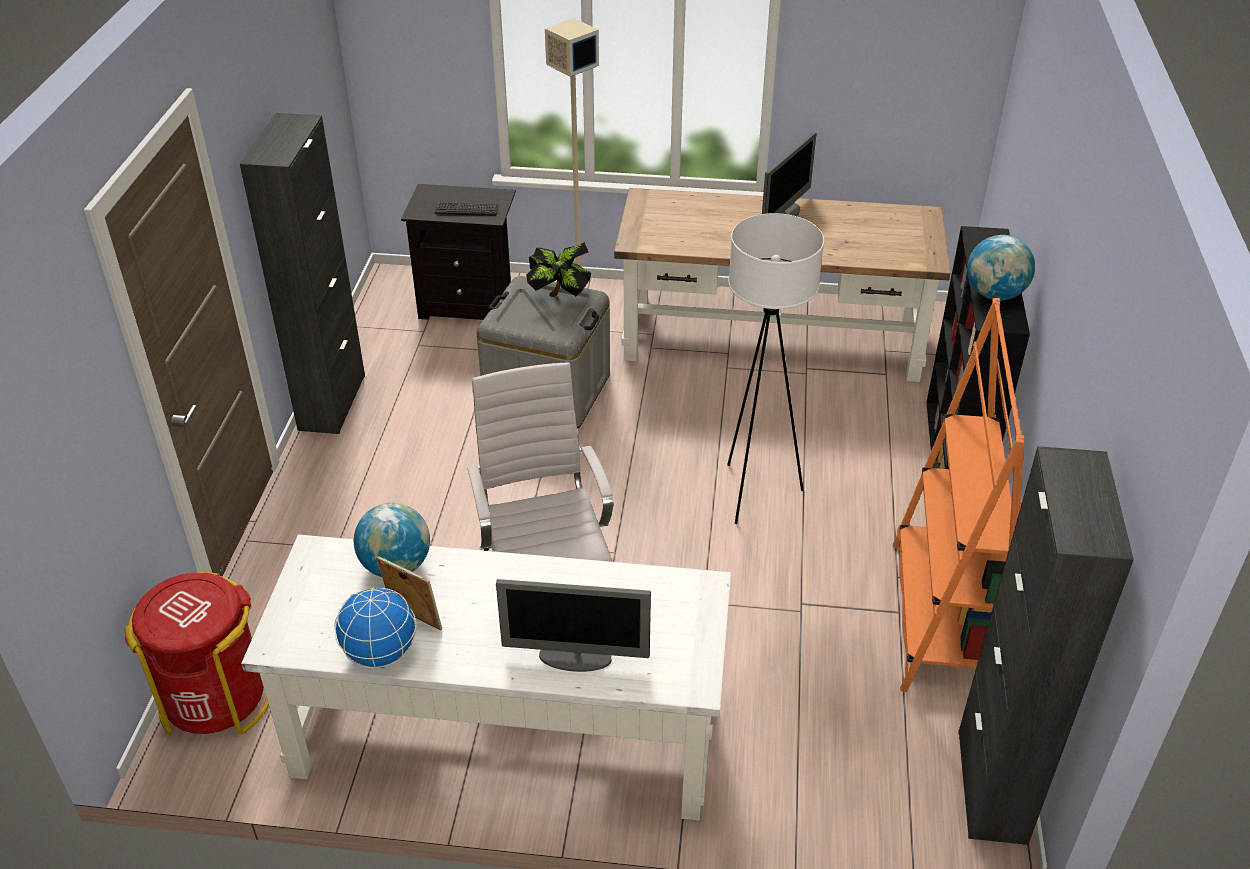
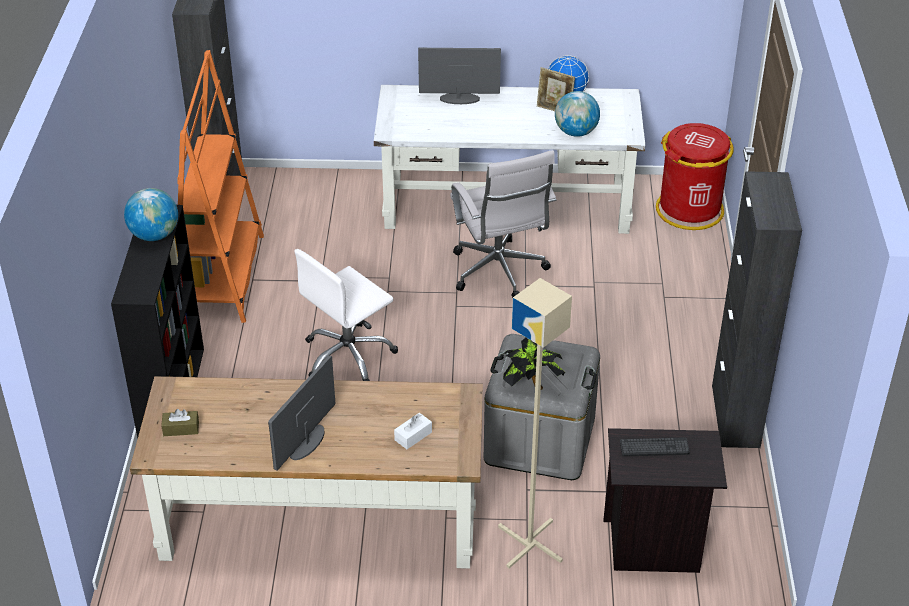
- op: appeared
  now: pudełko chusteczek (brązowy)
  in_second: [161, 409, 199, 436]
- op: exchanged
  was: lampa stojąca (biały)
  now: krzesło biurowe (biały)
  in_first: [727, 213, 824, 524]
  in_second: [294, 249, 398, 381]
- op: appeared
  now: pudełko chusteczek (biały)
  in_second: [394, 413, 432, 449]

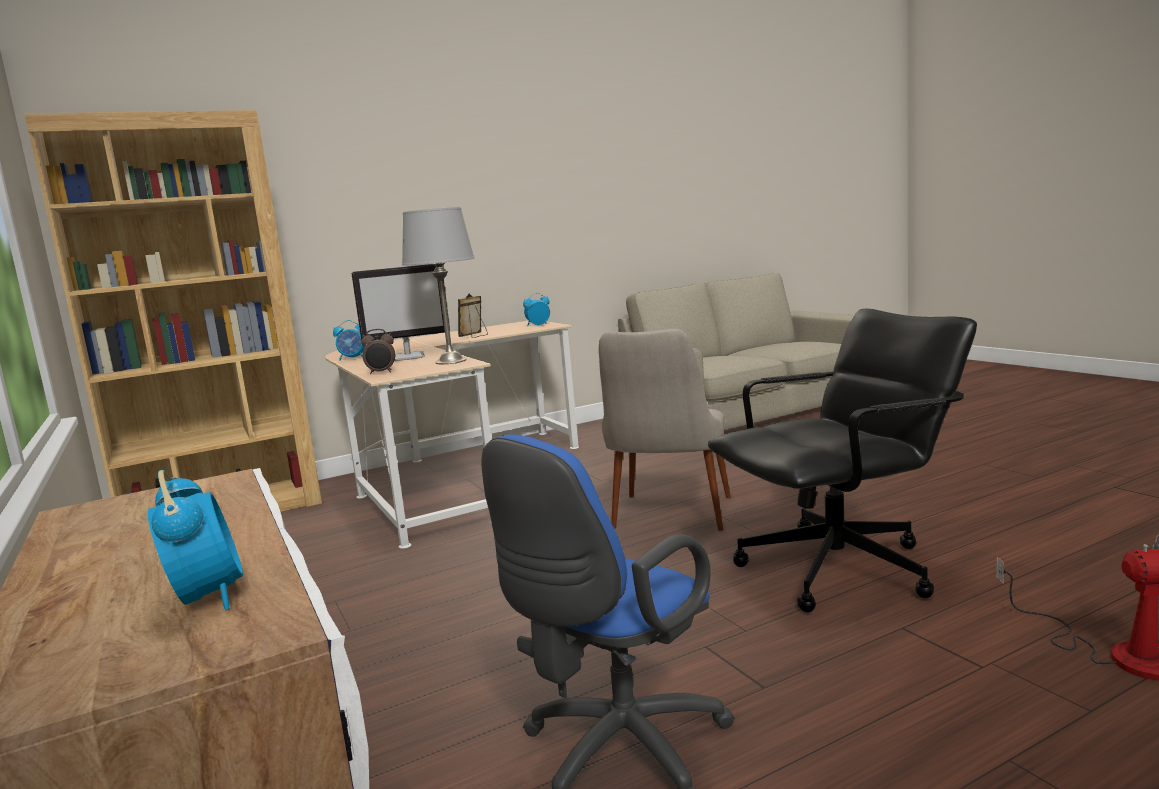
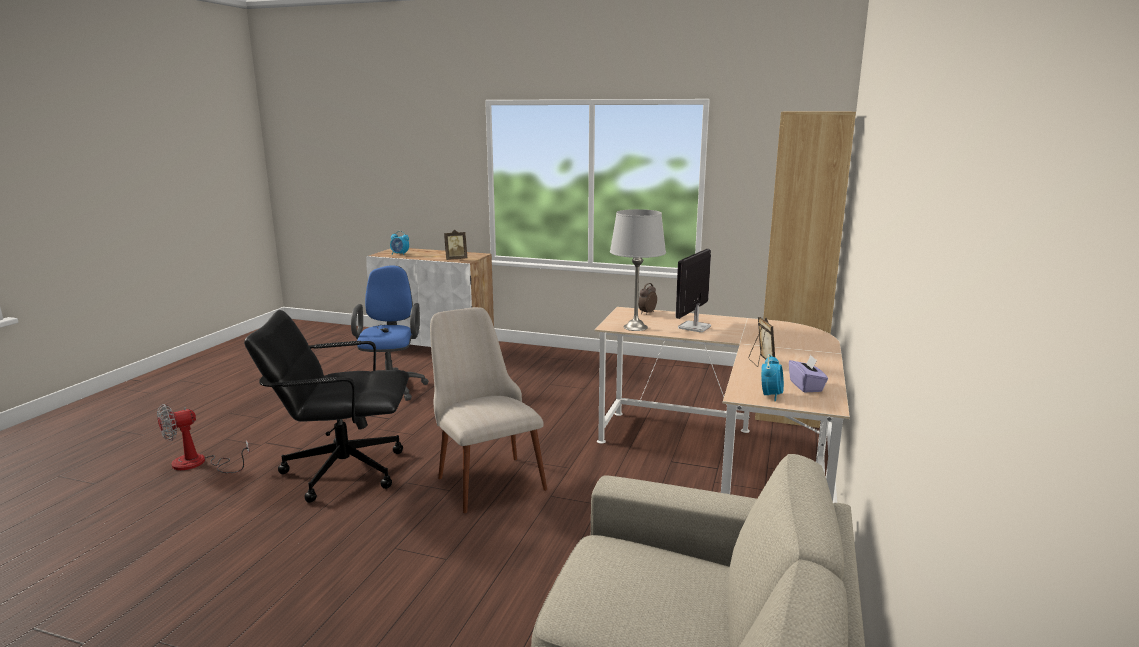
- op: spun
  was: krzesło biurowe (czarny)
  in_first: [708, 309, 977, 613]
  in_second: [244, 310, 409, 503]
  clockwise: 60
- op: appeared
  now: ramka na zdjęcie
  in_second: [444, 230, 467, 260]
- op: appeared
  now: pudełko chusteczek (fioletowy)
  in_second: [789, 355, 828, 392]
- op: missing
  was: budzik
  in_first: [333, 320, 366, 361]

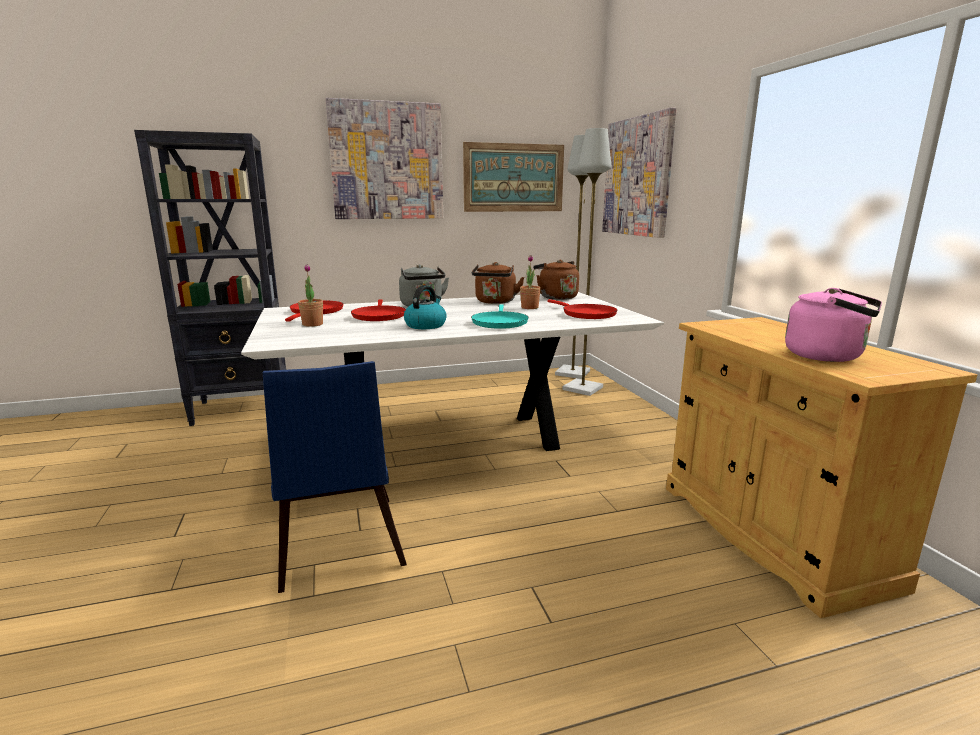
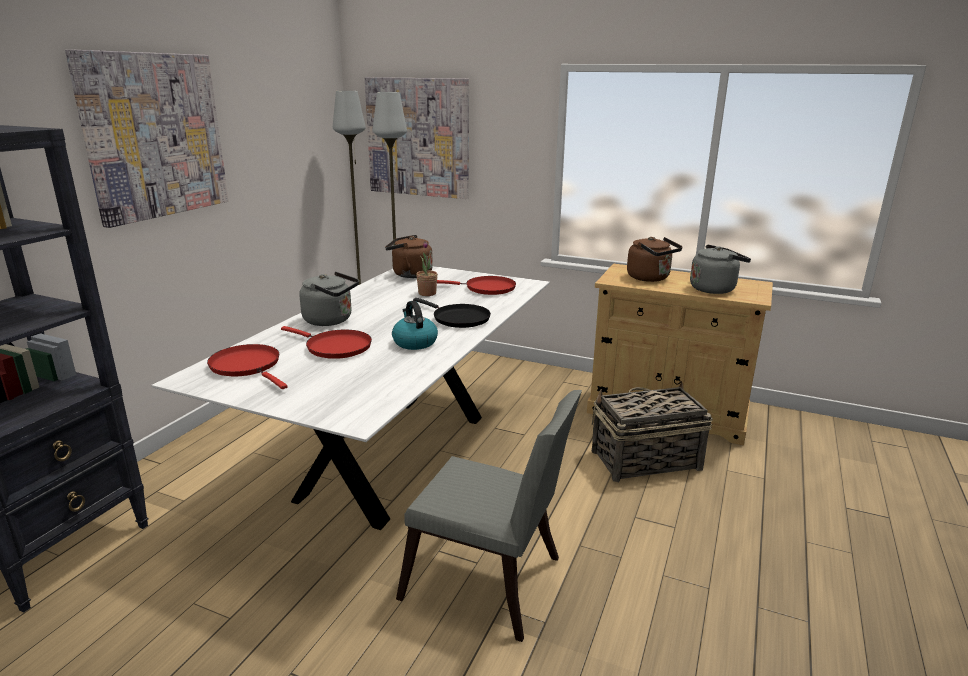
- op: colour
  was: krzesło (niebieski)
  now: krzesło (szary)
  in_first: [263, 361, 407, 593]
  in_second: [396, 390, 582, 642]
- op: colour
  was: patelnia (turkusowy)
  now: patelnia (czarny)
  in_first: [471, 304, 529, 329]
  in_second: [413, 298, 491, 328]
- op: appeared
  now: koszyk
  in_second: [592, 381, 713, 482]
- op: relocated
  was: czajnik (brązowy)
  in_first: [472, 262, 525, 304]
  in_second: [627, 237, 682, 282]
- op: colour
  was: czajnik (różowy)
  now: czajnik (szary)
  in_first: [785, 288, 882, 362]
  in_second: [690, 245, 751, 294]
- op: missing
  was: roślina doniczkowa
  in_first: [298, 264, 323, 327]
- op: missing
  was: obraz
  in_first: [463, 142, 564, 212]

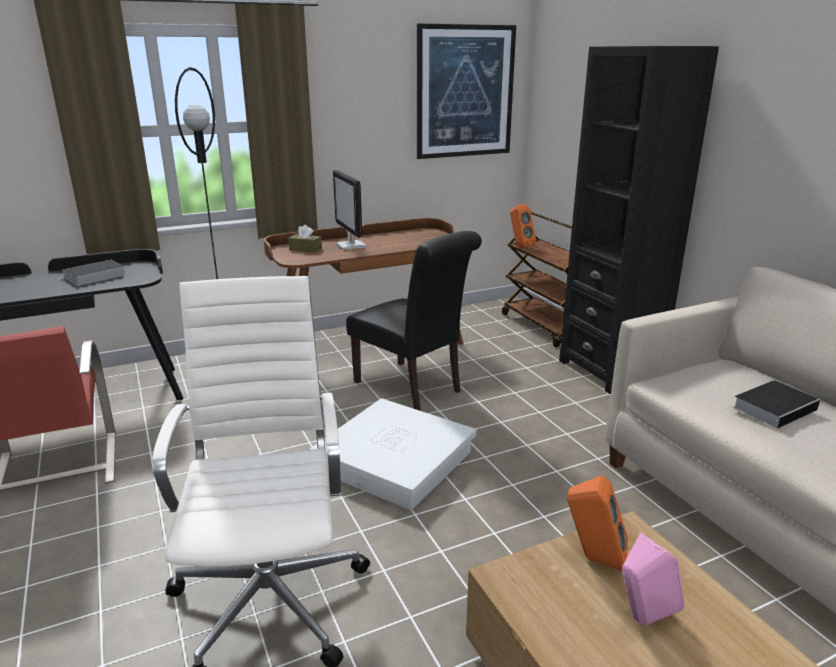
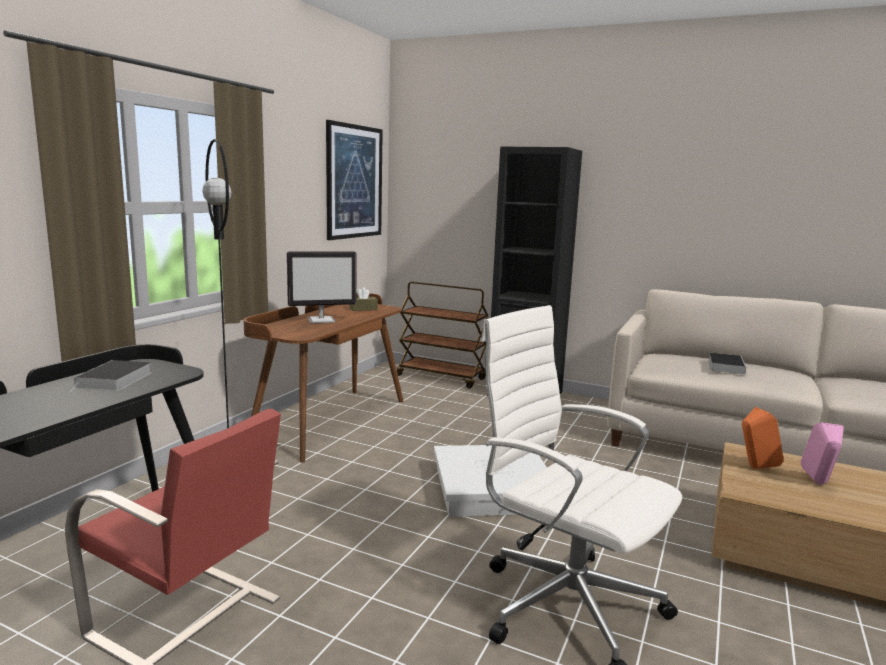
- op: spun
  was: monitor
  in_first: [333, 170, 367, 250]
  in_second: [287, 251, 356, 323]
  clockwise: -45
- op: relocated
  was: pudełko chusteczek (brązowy)
  in_first: [288, 225, 322, 253]
  in_second: [350, 287, 378, 311]
- op: missing
  was: krzesło (czarny)
  in_first: [346, 231, 482, 411]
- op: missing
  was: głośnik (pomarańczowy)
  in_first: [510, 204, 536, 247]

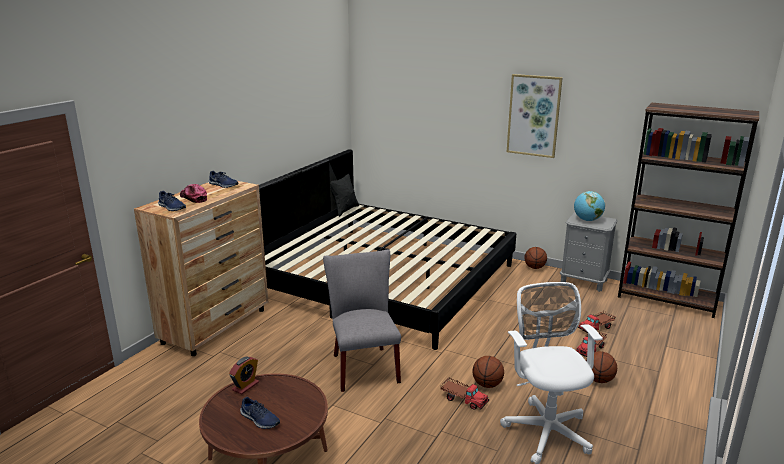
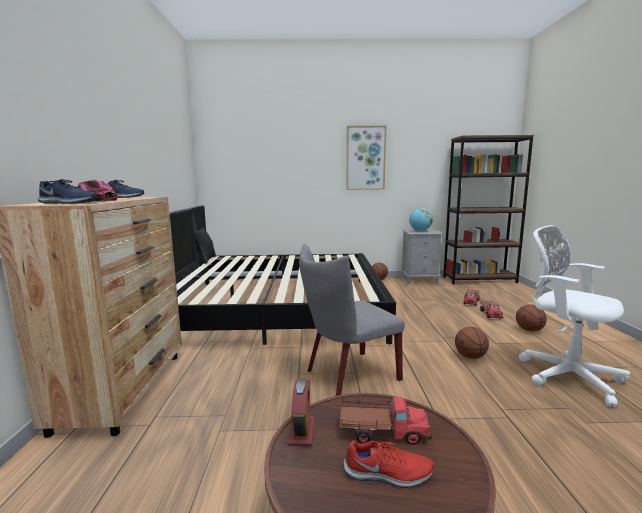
- op: spun
  was: krzesło (szary)
  in_first: [323, 250, 401, 392]
  in_second: [299, 244, 405, 396]
  clockwise: -75
- op: relocated
  was: ciężarówka zabawkowa
  in_first: [440, 377, 489, 410]
  in_second: [340, 397, 432, 445]
- op: colour
  was: but (niebieski)
  now: but (czerwony)
  in_first: [240, 397, 280, 429]
  in_second: [343, 440, 434, 488]

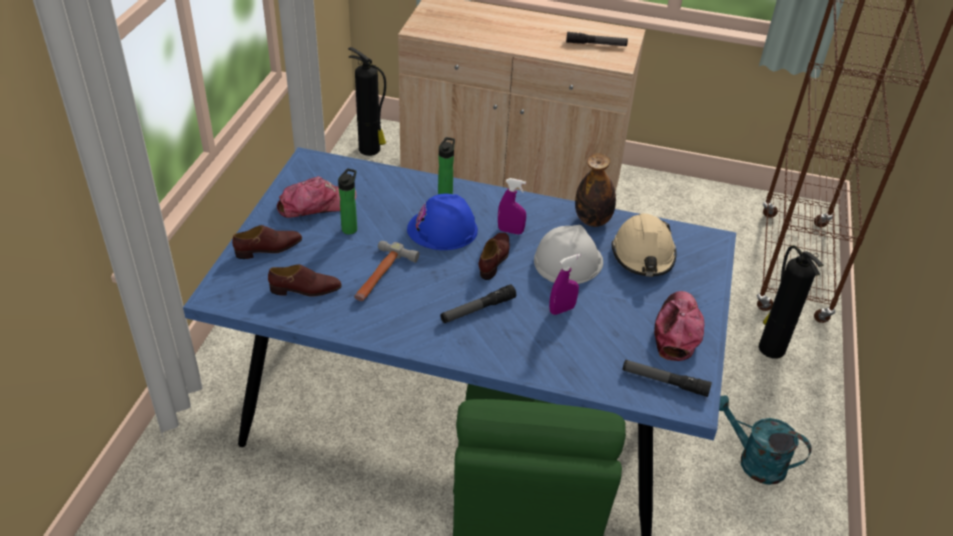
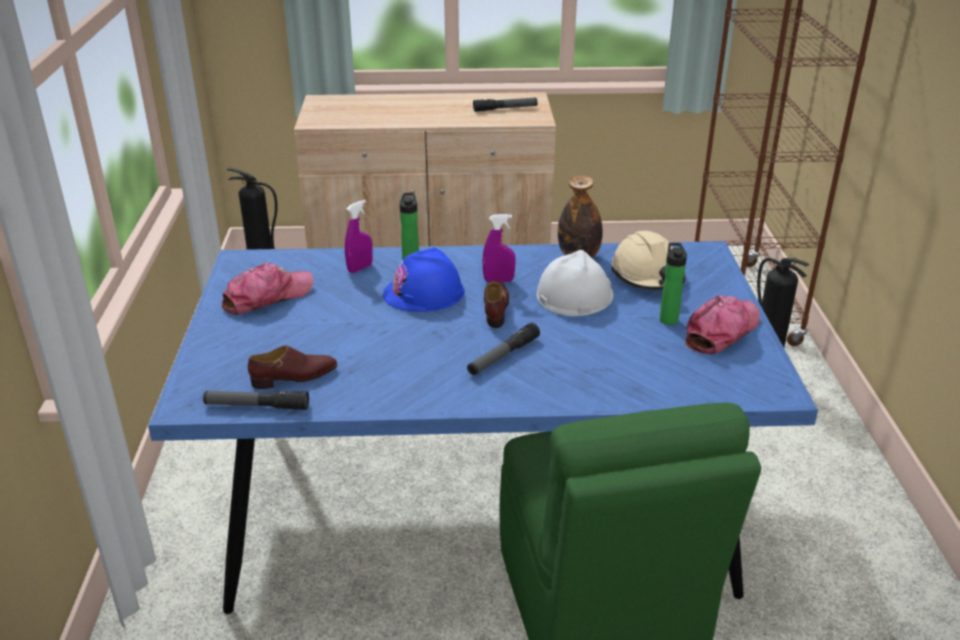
- op: relocated
  was: latarka
  in_first: [622, 360, 712, 397]
  in_second: [203, 391, 309, 410]
- op: relocated
  was: spryskiwacz (fioletowy)
  in_first: [549, 254, 581, 315]
  in_second: [345, 200, 373, 273]
- op: relocated
  was: butelka
  in_first: [338, 168, 357, 234]
  in_second: [660, 243, 687, 325]
- op: spun
  was: czapka z daszkiem
  in_first: [654, 291, 705, 361]
  in_second: [685, 295, 760, 354]
  clockwise: 45
- op: missing
  was: but (brązowy)
  in_first: [232, 225, 302, 259]
- op: missing
  was: młotek
  in_first: [354, 241, 419, 301]
- op: missing
  was: konewka (turkusowy)
  in_first: [719, 395, 812, 485]

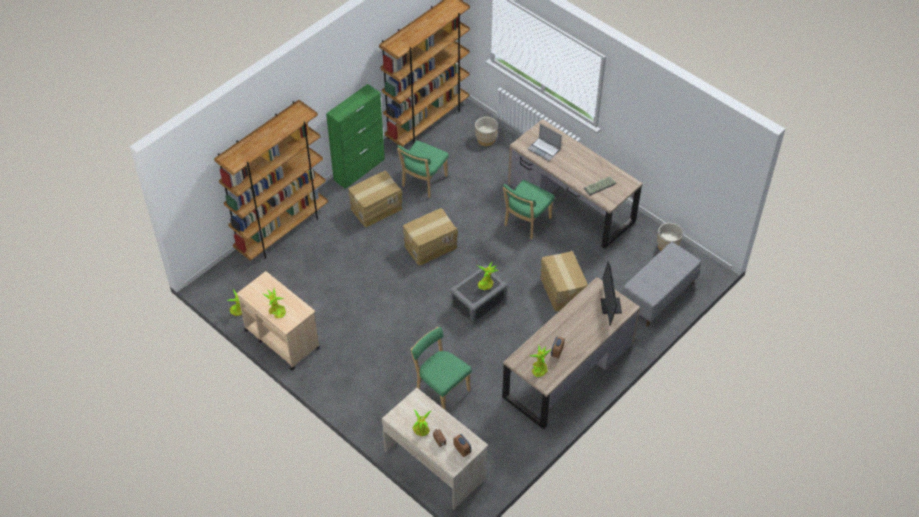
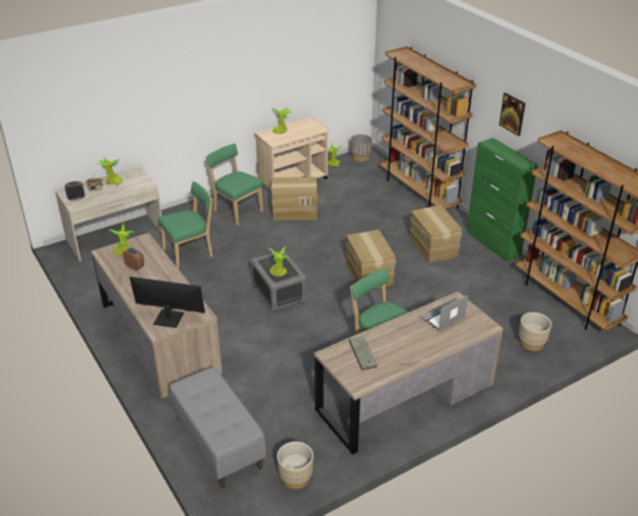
- op: relocated
  was: krzesło (zielony)
  in_first: [397, 141, 449, 198]
  in_second: [206, 143, 263, 225]
- op: relocated
  was: karton
  in_first: [540, 251, 588, 312]
  in_second: [271, 177, 318, 220]
- op: appeared
  now: donica (szary)
  in_second: [350, 134, 372, 162]
- op: appeared
  now: obraz
  in_second: [499, 93, 525, 136]

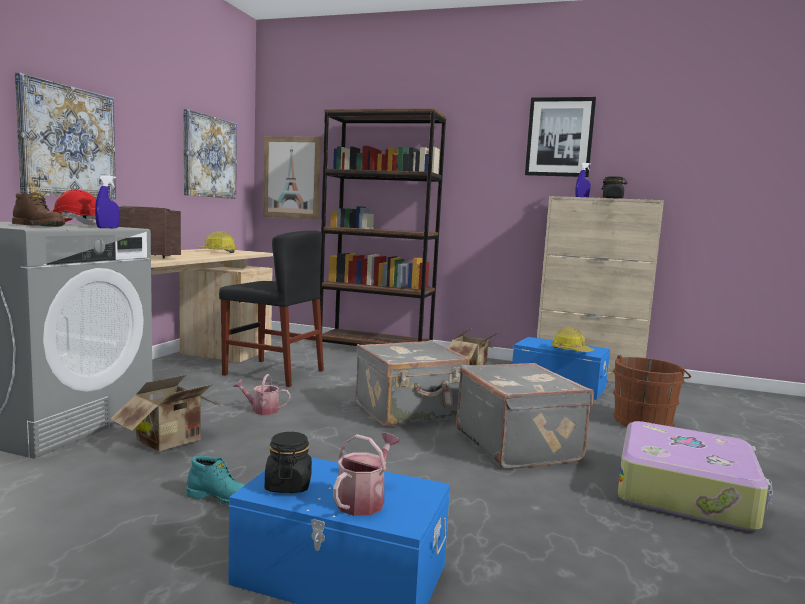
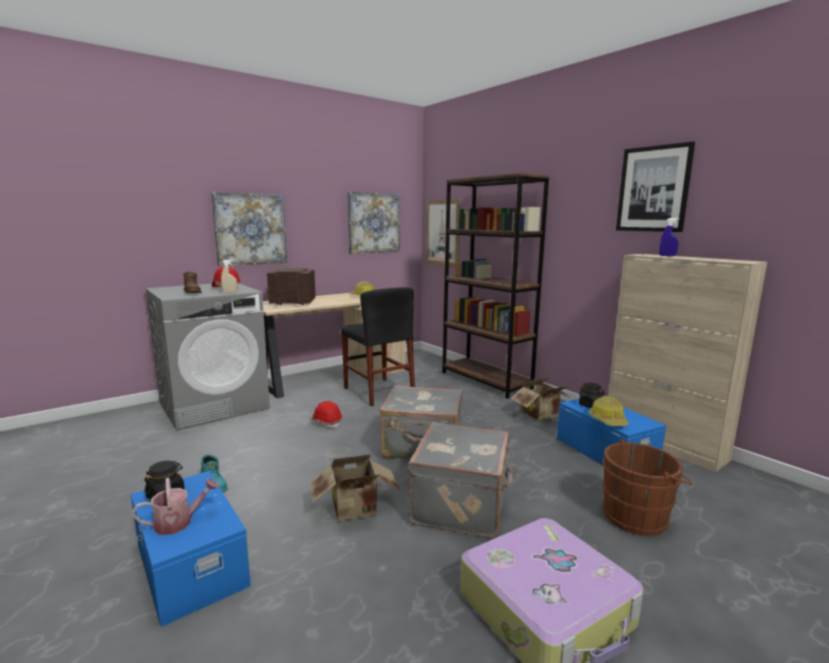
- op: colour
  was: spryskiwacz (niebieski)
  now: spryskiwacz (beżowy)
  in_first: [95, 175, 120, 228]
  in_second: [221, 260, 237, 293]
- op: relocated
  was: karton
  in_first: [110, 375, 224, 452]
  in_second: [310, 454, 400, 521]
- op: exchanged
  was: konewka
  now: kask (czerwony)
  in_first: [233, 374, 291, 415]
  in_second: [312, 401, 342, 428]
- op: relocated
  was: słoik (czarny)
  in_first: [601, 176, 627, 199]
  in_second: [579, 383, 605, 408]

